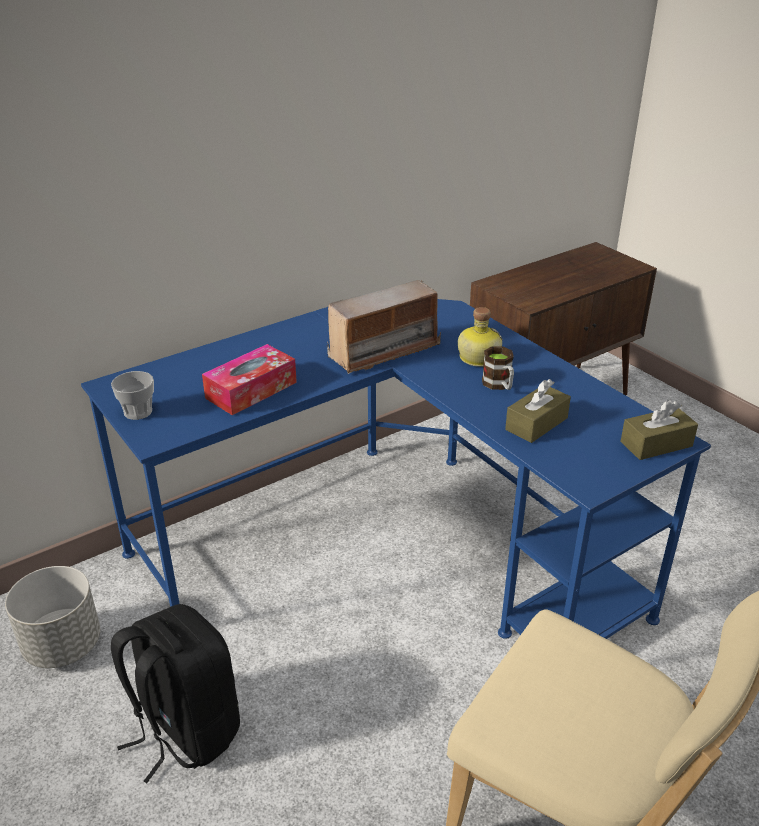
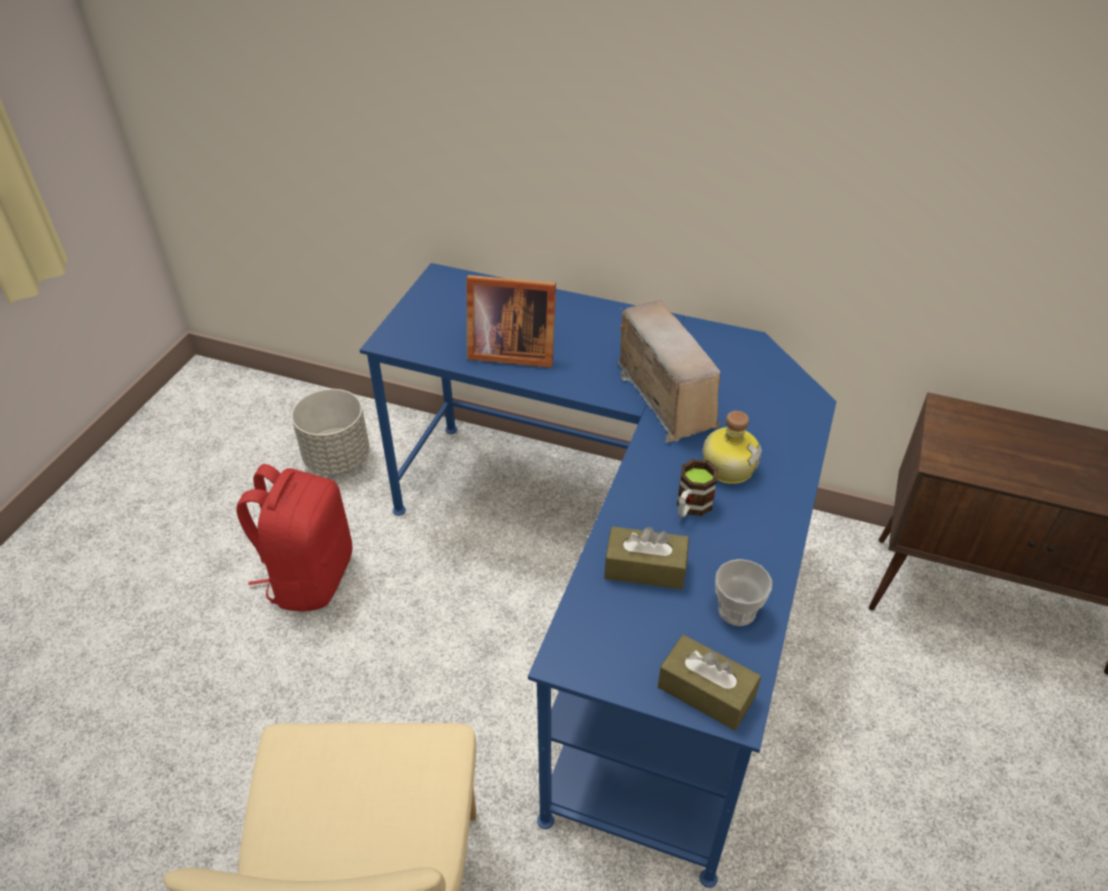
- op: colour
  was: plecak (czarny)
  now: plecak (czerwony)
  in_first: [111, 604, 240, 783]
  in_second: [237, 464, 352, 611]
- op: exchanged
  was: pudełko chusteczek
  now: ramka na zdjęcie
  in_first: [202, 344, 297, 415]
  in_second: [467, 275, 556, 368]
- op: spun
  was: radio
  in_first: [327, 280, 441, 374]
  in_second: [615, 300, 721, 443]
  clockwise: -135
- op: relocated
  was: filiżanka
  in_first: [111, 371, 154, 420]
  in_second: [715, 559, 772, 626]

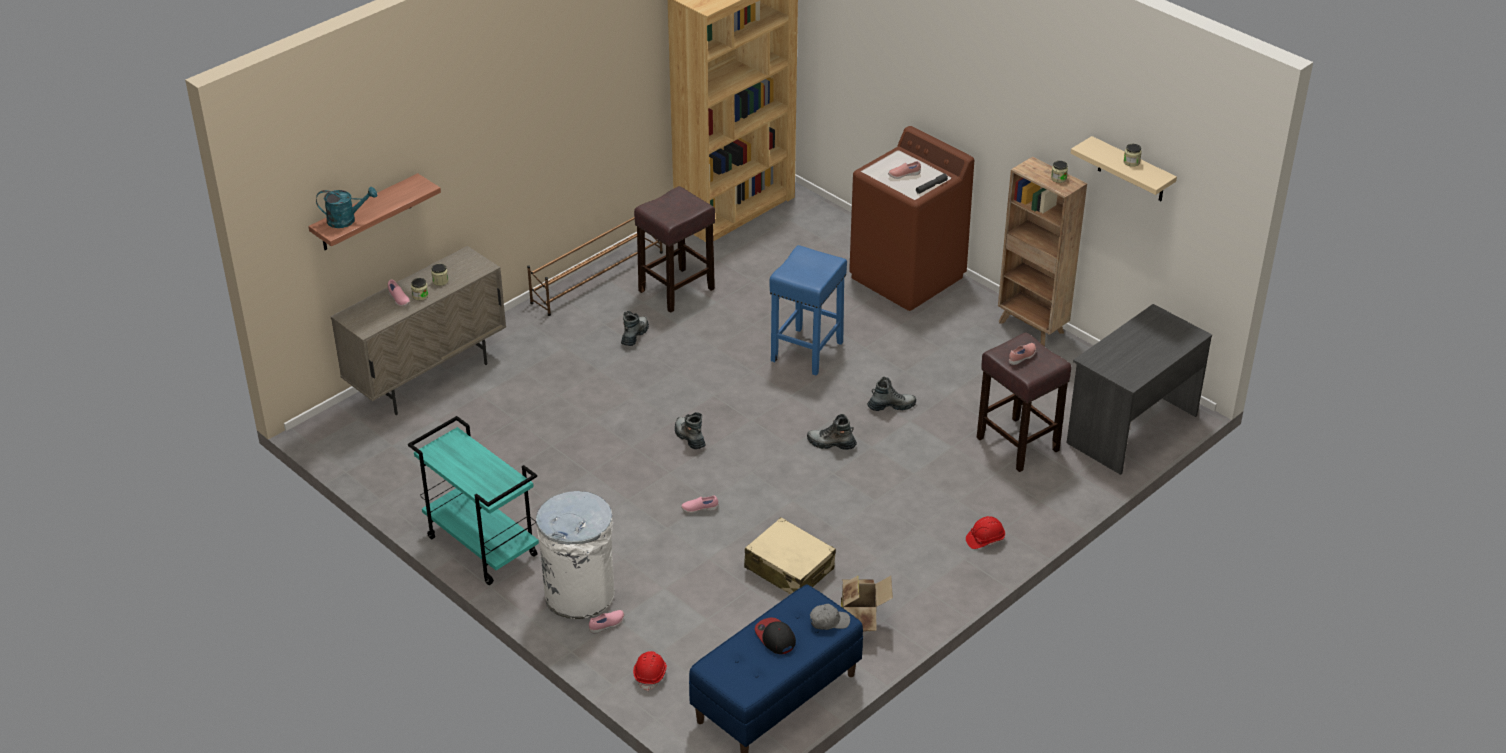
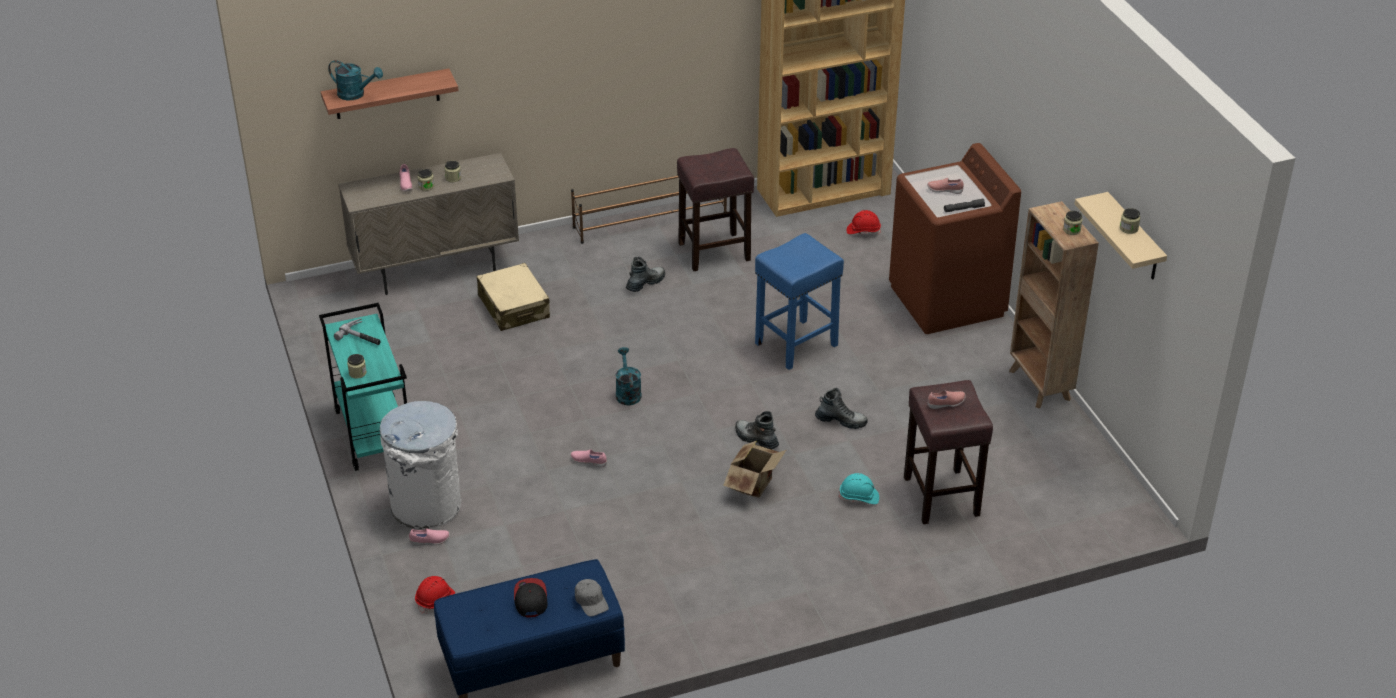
- op: appeared
  now: młotek
  in_second: [334, 318, 381, 345]
- op: appeared
  now: słoik
  in_second: [347, 354, 367, 379]
- op: relocated
  was: walizka (beżowy)
  in_first: [744, 517, 836, 594]
  in_second: [477, 263, 550, 331]
- op: spun
  was: czapka z daszkiem (szary)
  in_first: [810, 604, 850, 630]
  in_second: [575, 579, 609, 616]
  clockwise: 45
- op: exchanged
  was: but z cholewką
  now: konewka (turkusowy)
  in_first: [675, 412, 705, 449]
  in_second: [616, 347, 642, 405]
- op: relocated
  was: karton
  in_first: [841, 575, 893, 632]
  in_second: [723, 441, 786, 498]
- op: appeared
  now: kask (turkusowy)
  in_second: [839, 473, 879, 504]
- op: relocated
  was: kask (czerwony)
  in_first: [966, 516, 1005, 549]
  in_second: [847, 210, 881, 235]
- op: missing
  was: biurko (szary)
  in_first: [1067, 304, 1212, 475]

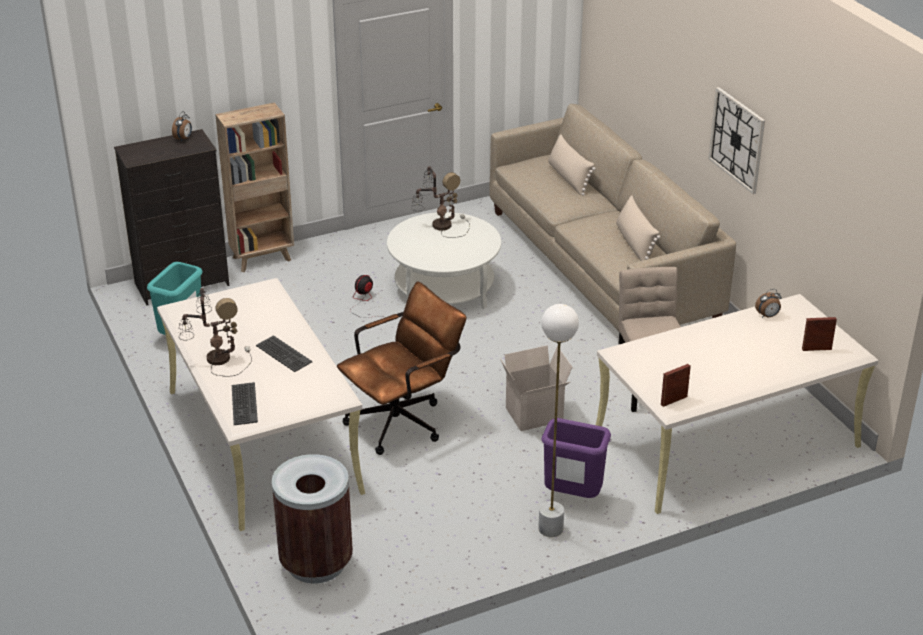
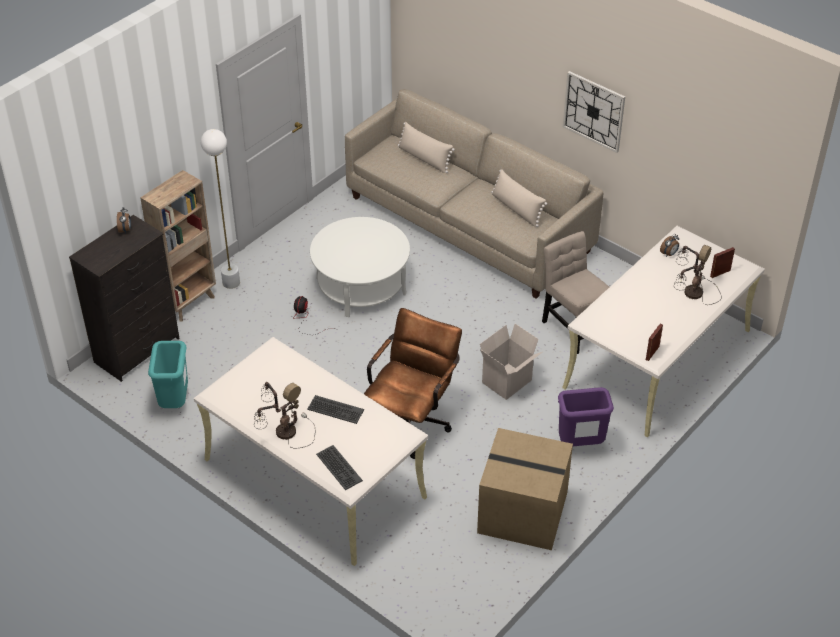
- op: relocated
  was: lampa stojąca (biały)
  in_first: [538, 304, 579, 537]
  in_second: [201, 129, 240, 289]
- op: appeared
  now: karton
  in_second: [477, 428, 573, 550]
- op: relocated
  was: lampa stołowa
  in_first: [412, 166, 470, 238]
  in_second: [674, 245, 722, 305]
- op: missing
  was: kosz na śmieci (brązowy)
  in_first: [272, 454, 353, 583]

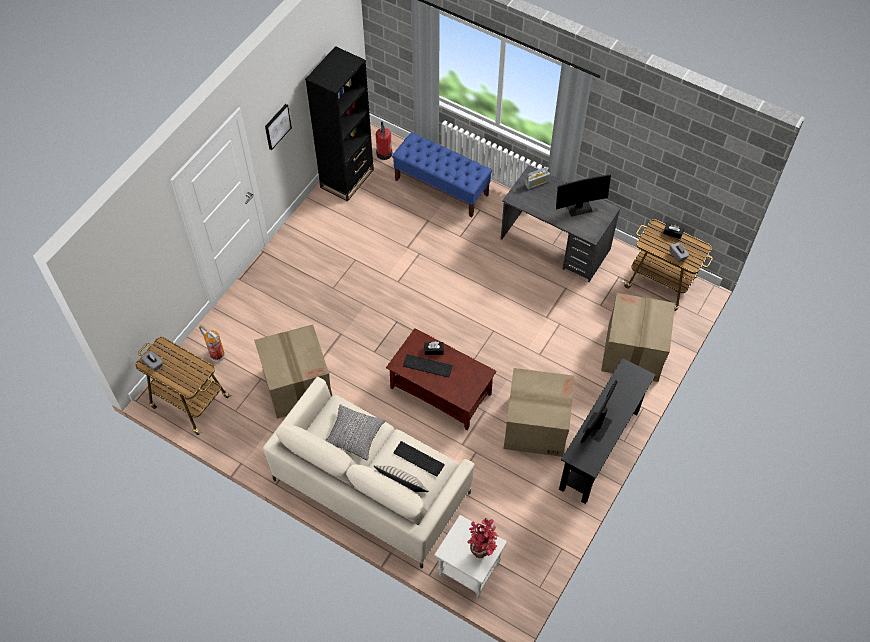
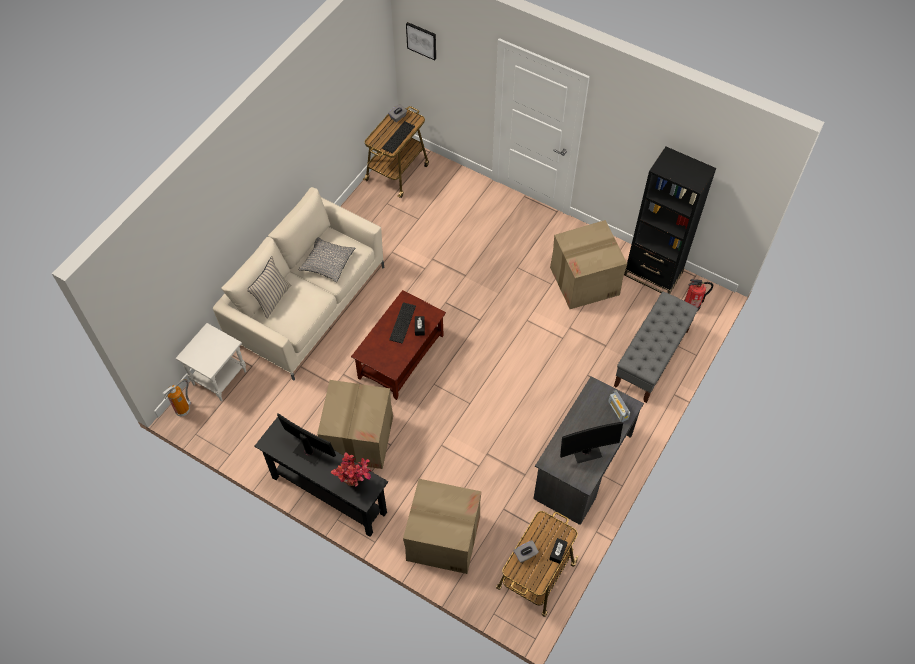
- op: relocated
  was: gaśnica
  in_first: [199, 326, 225, 362]
  in_second: [162, 379, 192, 416]
- op: relocated
  was: roślina doniczkowa
  in_first: [467, 517, 499, 558]
  in_second: [330, 452, 372, 486]
- op: relocated
  was: klawiatura
  in_first: [393, 441, 445, 477]
  in_second: [382, 121, 415, 154]
- op: relocated
  was: obraz
  in_first: [265, 104, 292, 150]
  in_second: [406, 22, 436, 60]
- op: relocated
  was: karton
  in_first: [254, 325, 332, 419]
  in_second: [550, 220, 627, 309]
- op: spun
  was: monitor
  in_first: [556, 175, 611, 217]
  in_second: [560, 422, 623, 463]
  clockwise: -90
- op: colour
  was: ławka (niebieski)
  now: ławka (szary)
  in_first: [392, 132, 492, 217]
  in_second: [614, 292, 698, 403]

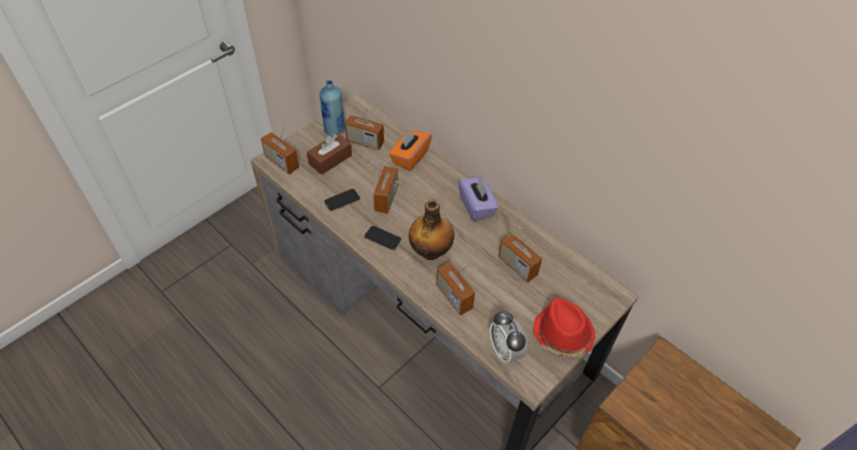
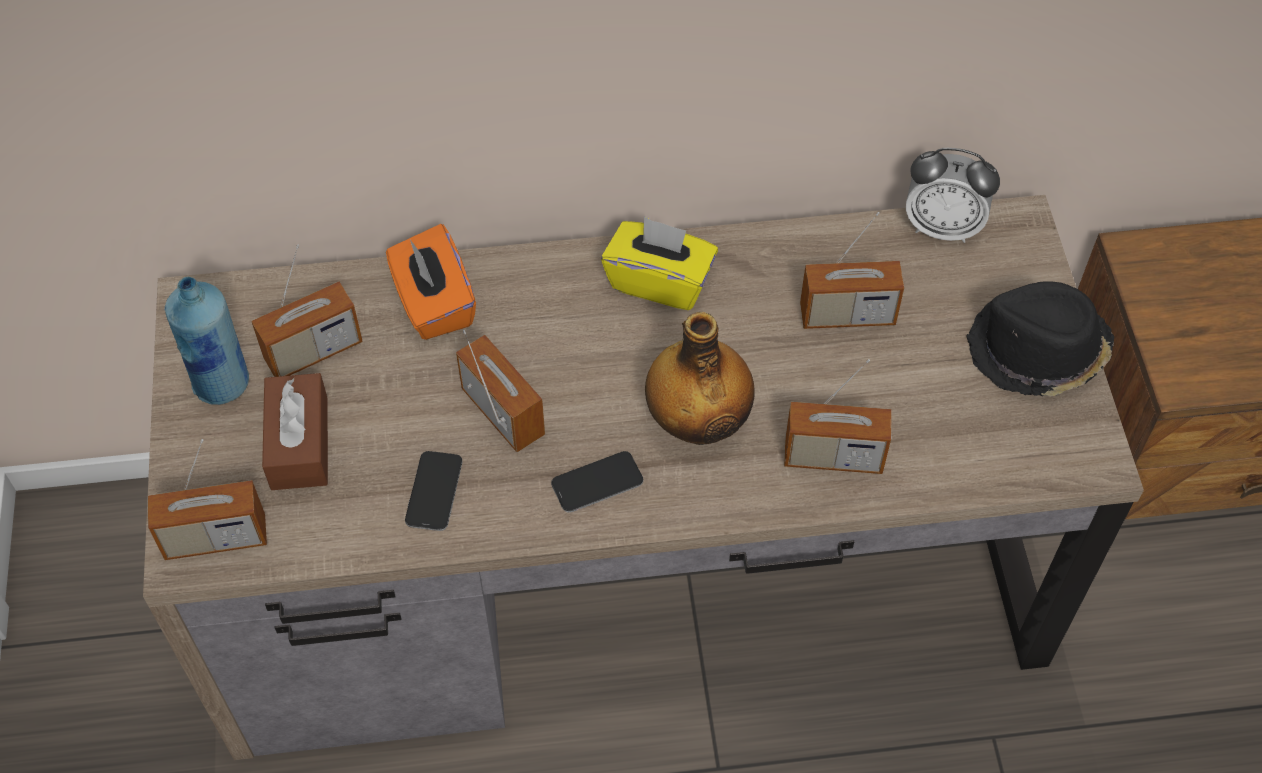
- op: colour
  was: pudełko chusteczek (fioletowy)
  now: pudełko chusteczek (żółty)
  in_first: [458, 177, 499, 221]
  in_second: [601, 216, 718, 310]
- op: relocated
  was: budzik
  in_first: [489, 310, 528, 364]
  in_second: [906, 148, 1000, 243]
- op: colour
  was: kapelusz (czerwony)
  now: kapelusz (czarny)
  in_first: [533, 297, 595, 357]
  in_second: [967, 281, 1114, 396]

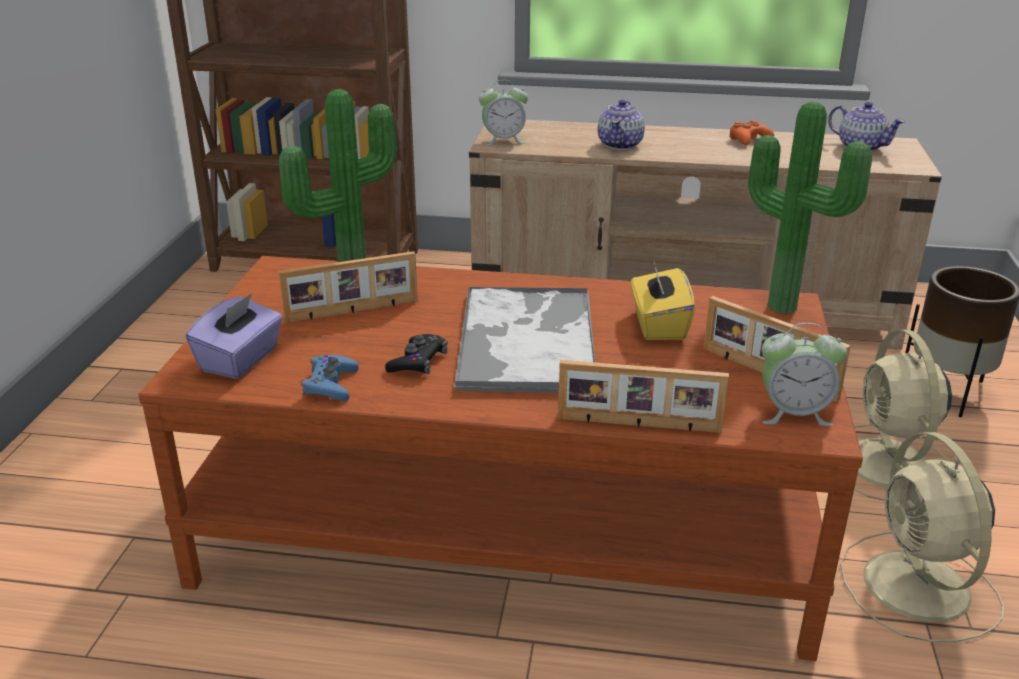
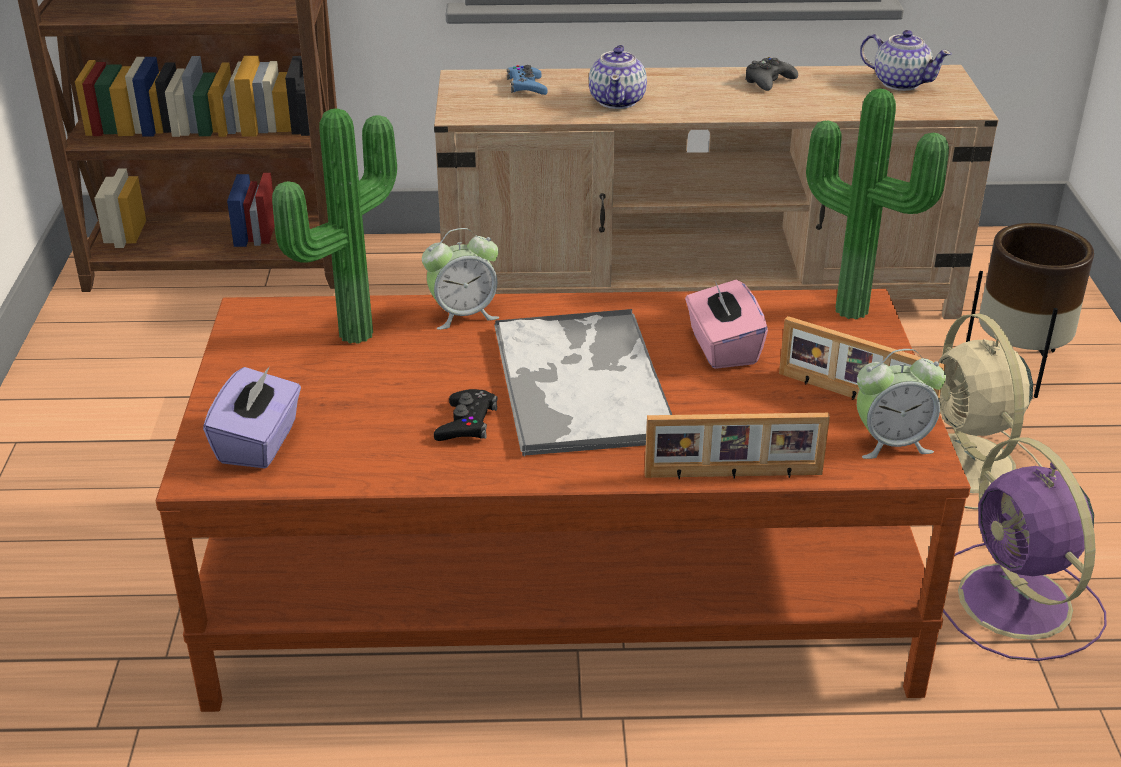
- op: relocated
  was: budzik
  in_first: [479, 80, 528, 146]
  in_second: [422, 228, 499, 330]
- op: relocated
  was: pad do gier (niebieski)
  in_first: [301, 355, 359, 401]
  in_second: [507, 65, 547, 95]
- op: colour
  was: pudełko chusteczek (żółty)
  now: pudełko chusteczek (różowy)
  in_first: [631, 262, 695, 340]
  in_second: [685, 280, 768, 369]
- op: colour
  was: pad do gier (pomarańczowy)
  now: pad do gier (czarny)
  in_first: [729, 121, 774, 145]
  in_second: [745, 57, 798, 91]
- op: colour
  was: wentylator (beżowy)
  now: wentylator (fioletowy)
  in_first: [840, 432, 1004, 642]
  in_second: [943, 438, 1107, 661]
- op: missing
  was: ramka na zdjęcie
  in_first: [279, 251, 418, 323]

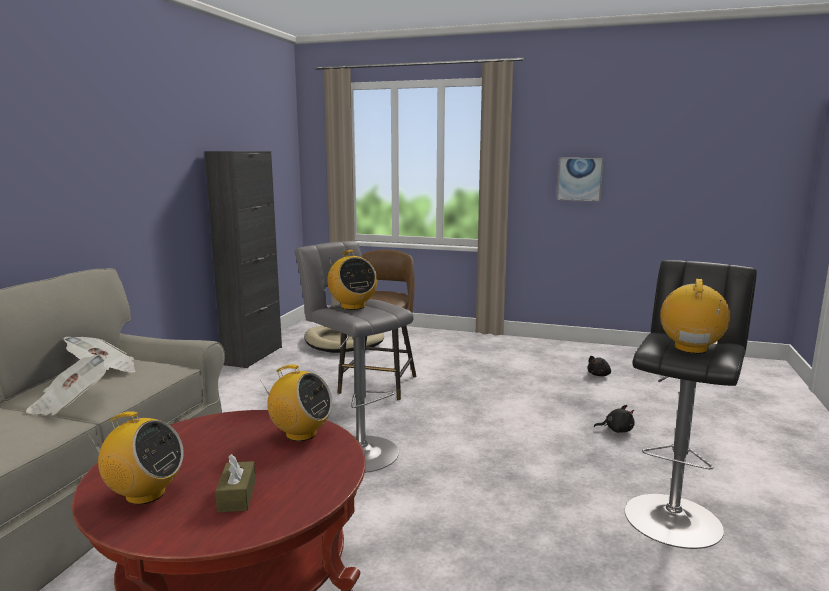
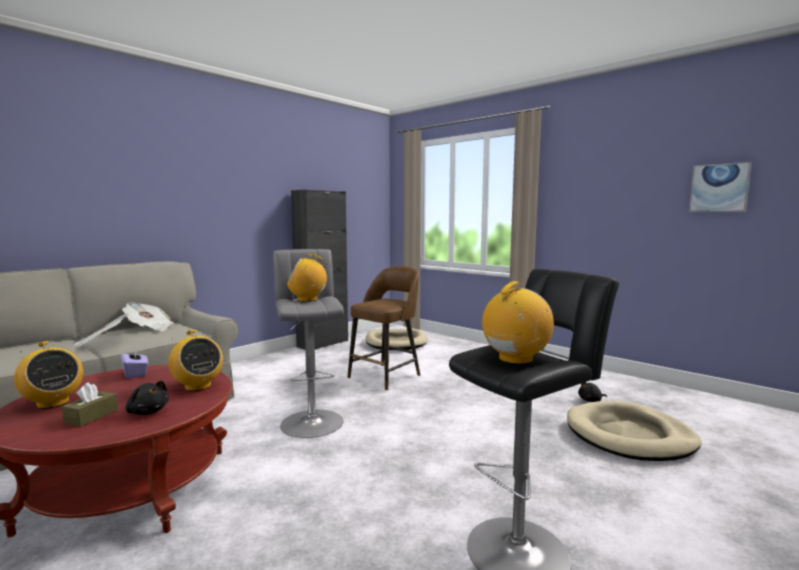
- op: appeared
  now: pudełko chusteczek (fioletowy)
  in_second: [121, 348, 148, 379]
- op: relocated
  was: pluszak (czarny)
  in_first: [594, 405, 635, 433]
  in_second: [126, 380, 169, 415]
- op: spun
  was: radio
  in_first: [327, 250, 377, 310]
  in_second: [287, 254, 328, 302]
  clockwise: 90
- op: appeared
  now: legowisko (beżowy)
  in_second: [567, 401, 701, 461]
- op: relocated
  was: obraz
  in_first: [557, 158, 603, 201]
  in_second: [689, 162, 751, 212]

